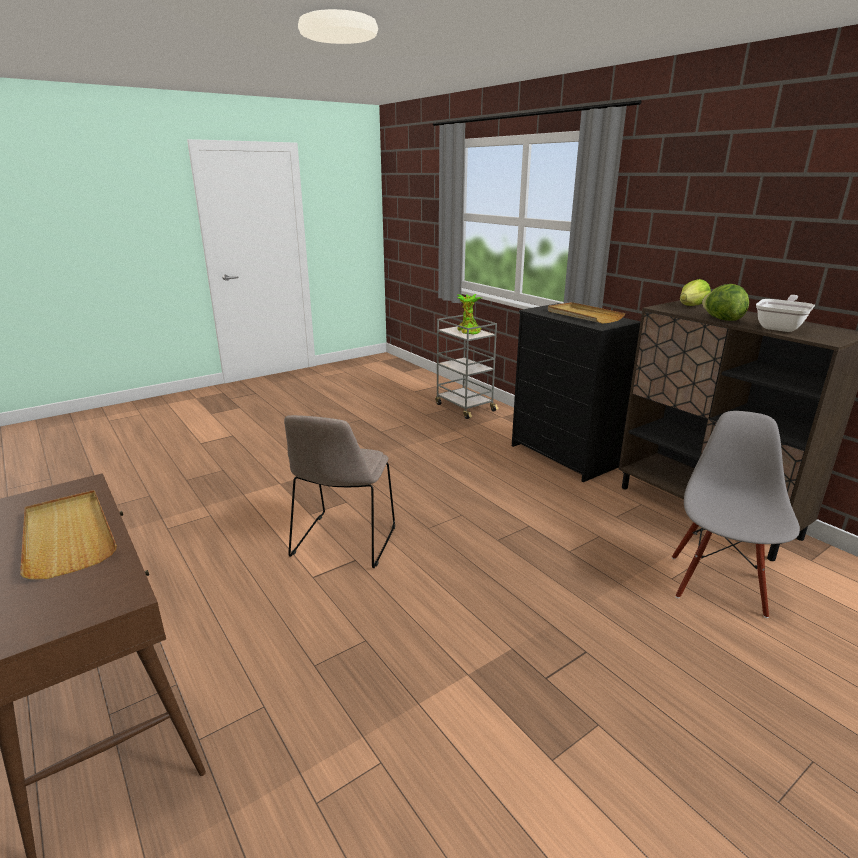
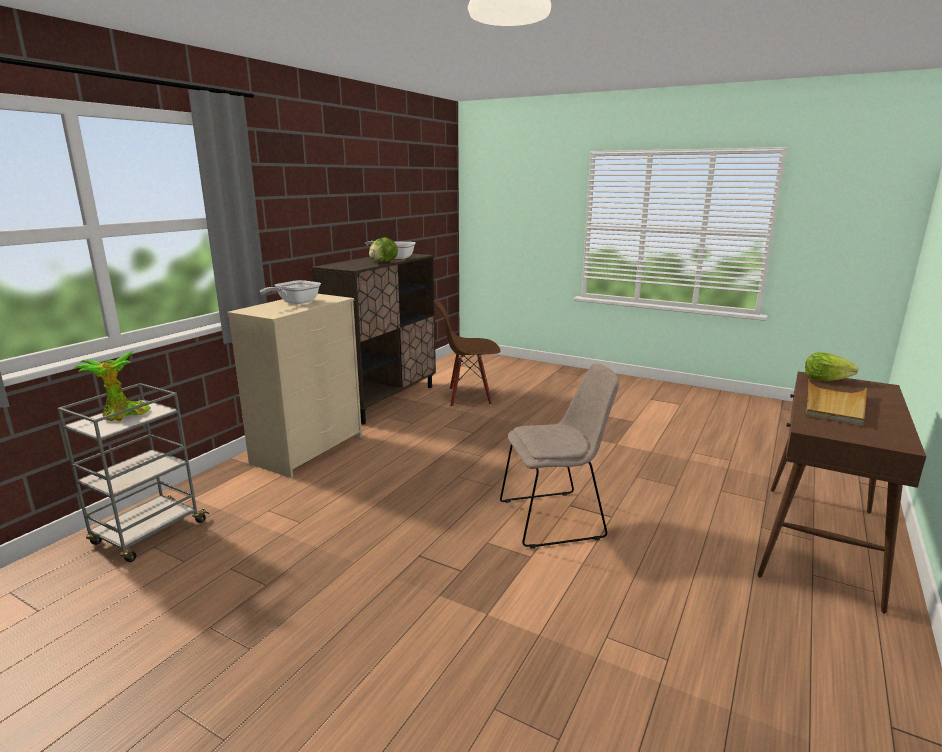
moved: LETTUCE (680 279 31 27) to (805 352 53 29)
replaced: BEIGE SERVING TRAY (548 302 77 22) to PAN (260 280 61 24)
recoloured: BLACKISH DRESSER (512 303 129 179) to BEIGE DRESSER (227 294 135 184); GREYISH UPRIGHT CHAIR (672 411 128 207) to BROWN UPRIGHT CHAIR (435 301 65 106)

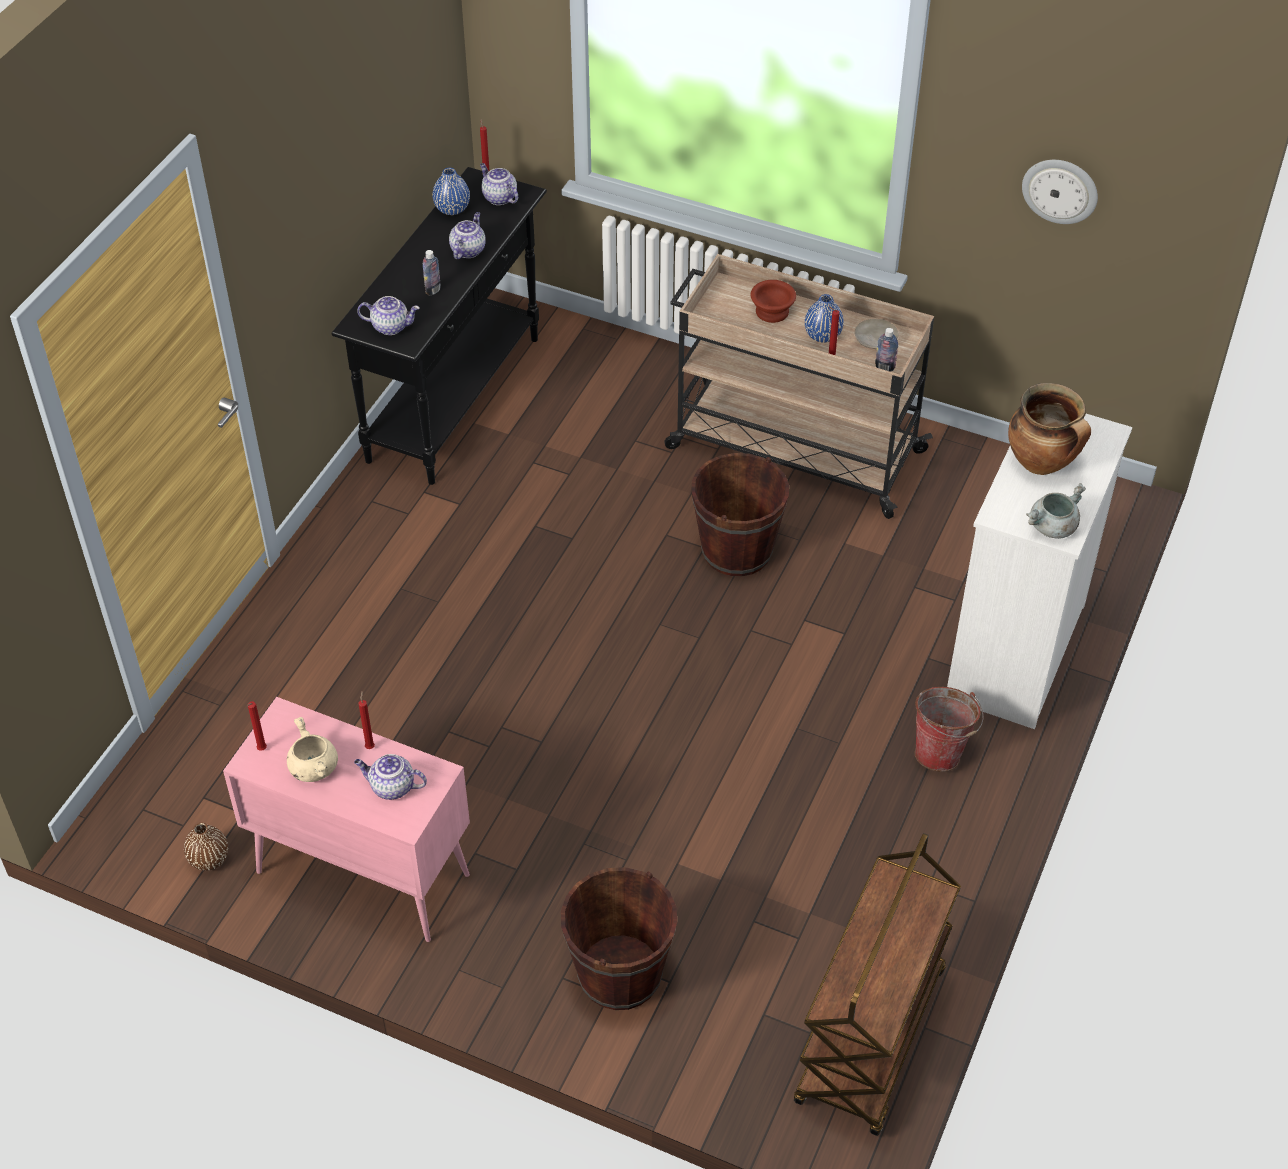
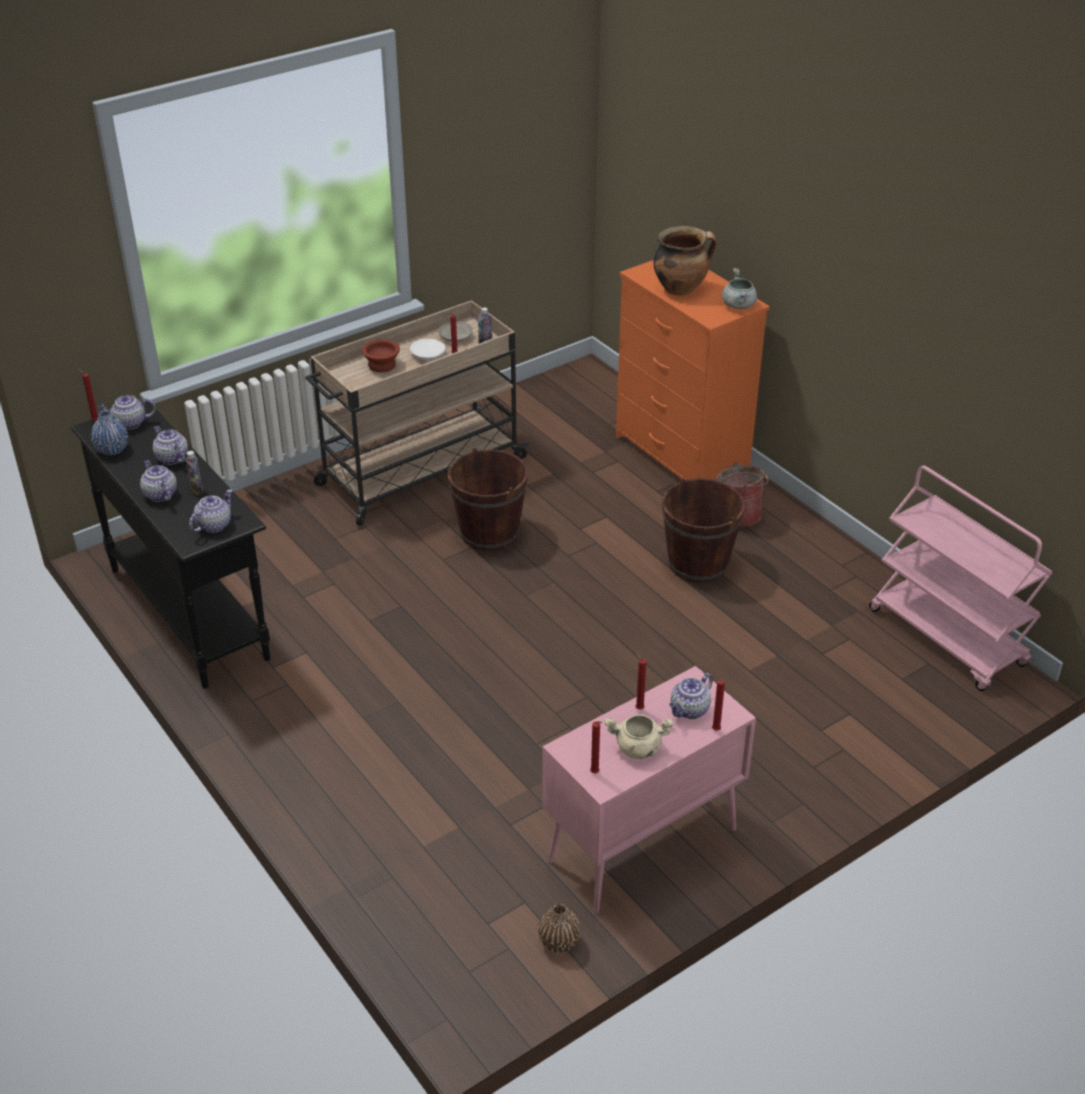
removed: CLOCK ON THE WALL (1022 160 76 64)
added: TEAPOT (140 460 37 42); RED WAX LIGHT (712 679 13 52)
moved: BROWN PAIL (561 867 116 143) to (662 478 83 105)
replaced: BLUE VASE (805 294 39 49) to WHITE-COLOURED DINNER PLATE (410 339 35 21)
recoloured: WHITE-COLOURED DRESSER (947 414 185 315) to ORANGE DRESSER (616 260 154 220); BROWN WHEELED CART (794 833 167 303) to PINK-COLOURED WHEELED CART (869 465 184 226)

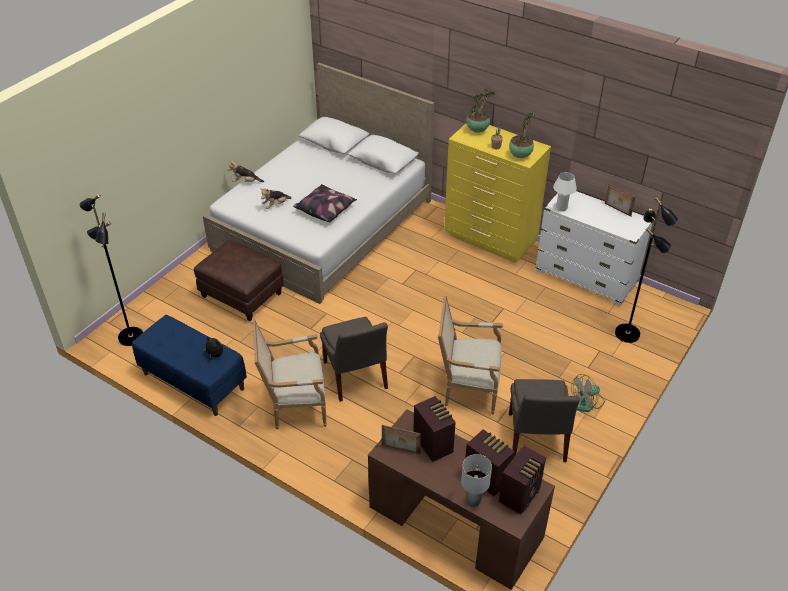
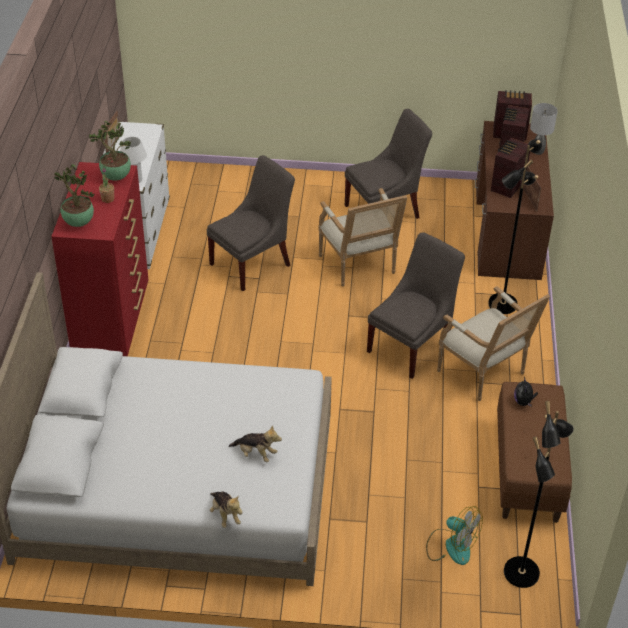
removed: PILLOW (293 184 64 39); BROWN OTTOMAN (194 240 90 81)
added: GREYISH UPRIGHT CHAIR (207 155 88 136)
moved: BLACKISH STANDING LAMP (615 197 63 146) to (488 139 54 175); ELECTRIC FAN (571 374 33 38) to (426 506 57 59)
recoloured: YELLOWISH DRESSER (444 123 107 139) to RED DRESSER (51 162 97 194); BLUE INDOOR BENCH (132 315 115 101) to BROWN INDOOR BENCH (497 382 75 141)

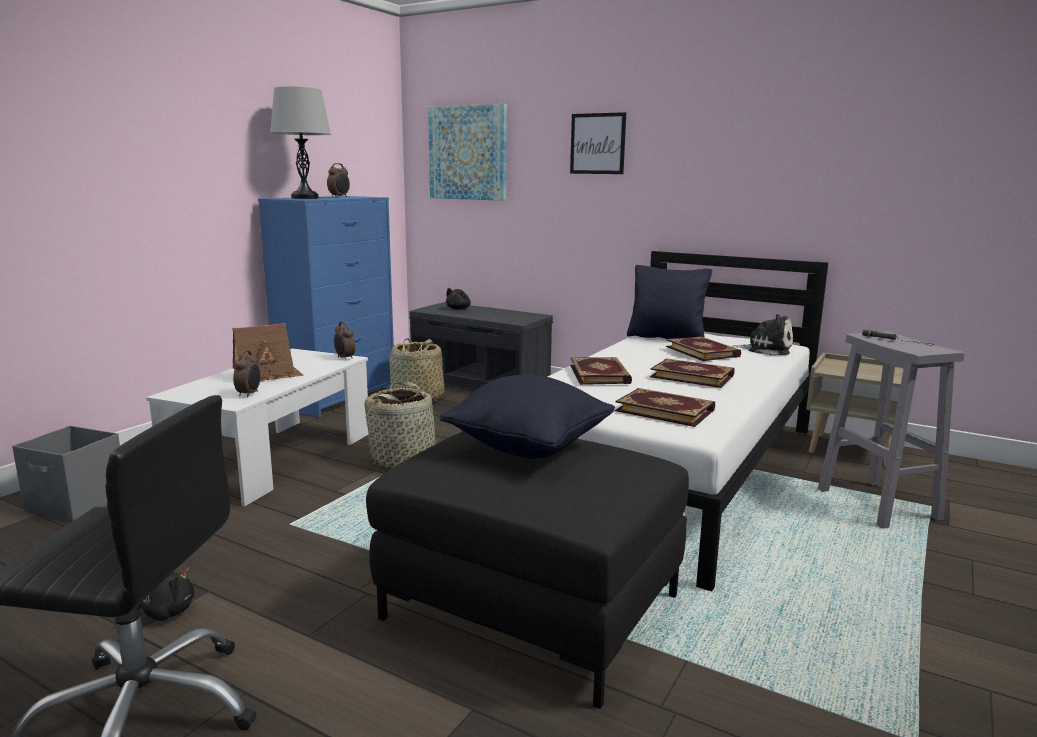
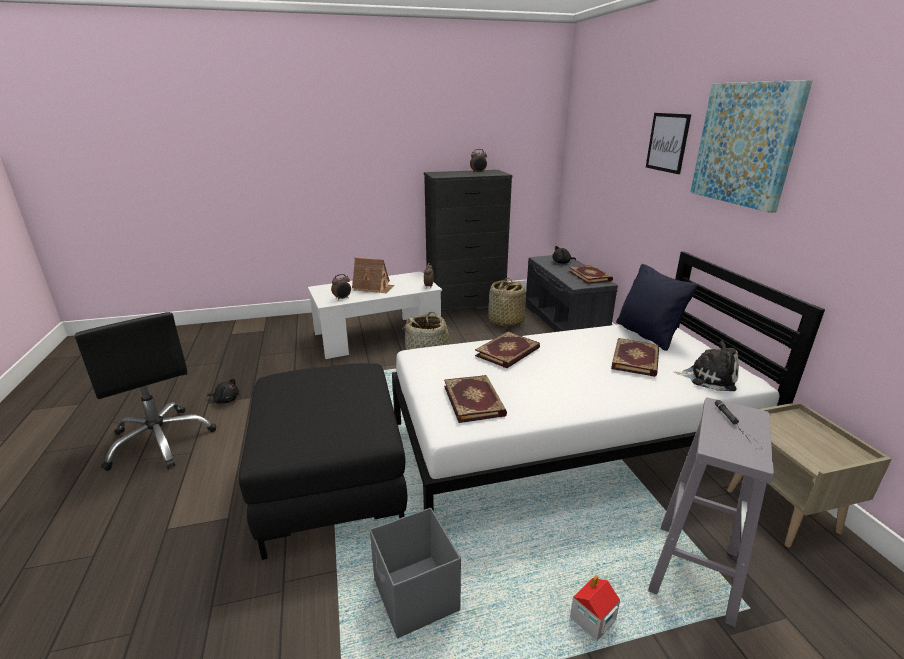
removed: GREYISH TABLETOP LAMP (270 86 61 113); BLACKISH PILLOW (439 375 176 84)
added: MODEL HOUSE (570 575 50 66)
moved: WALL ART (428 104 79 97) to (690 80 123 133); VOLUME (650 358 85 30) to (569 265 44 19); GREYISH STORAGE CONTAINER (12 426 108 96) to (370 507 91 131)
recoloured: BLUE DRESSER (258 196 136 222) to BLACKISH DRESSER (424 170 89 142)
turned: SOFT TOY (731 314 62 41) = (674 341 65 50) 45 degrees counterclockwise

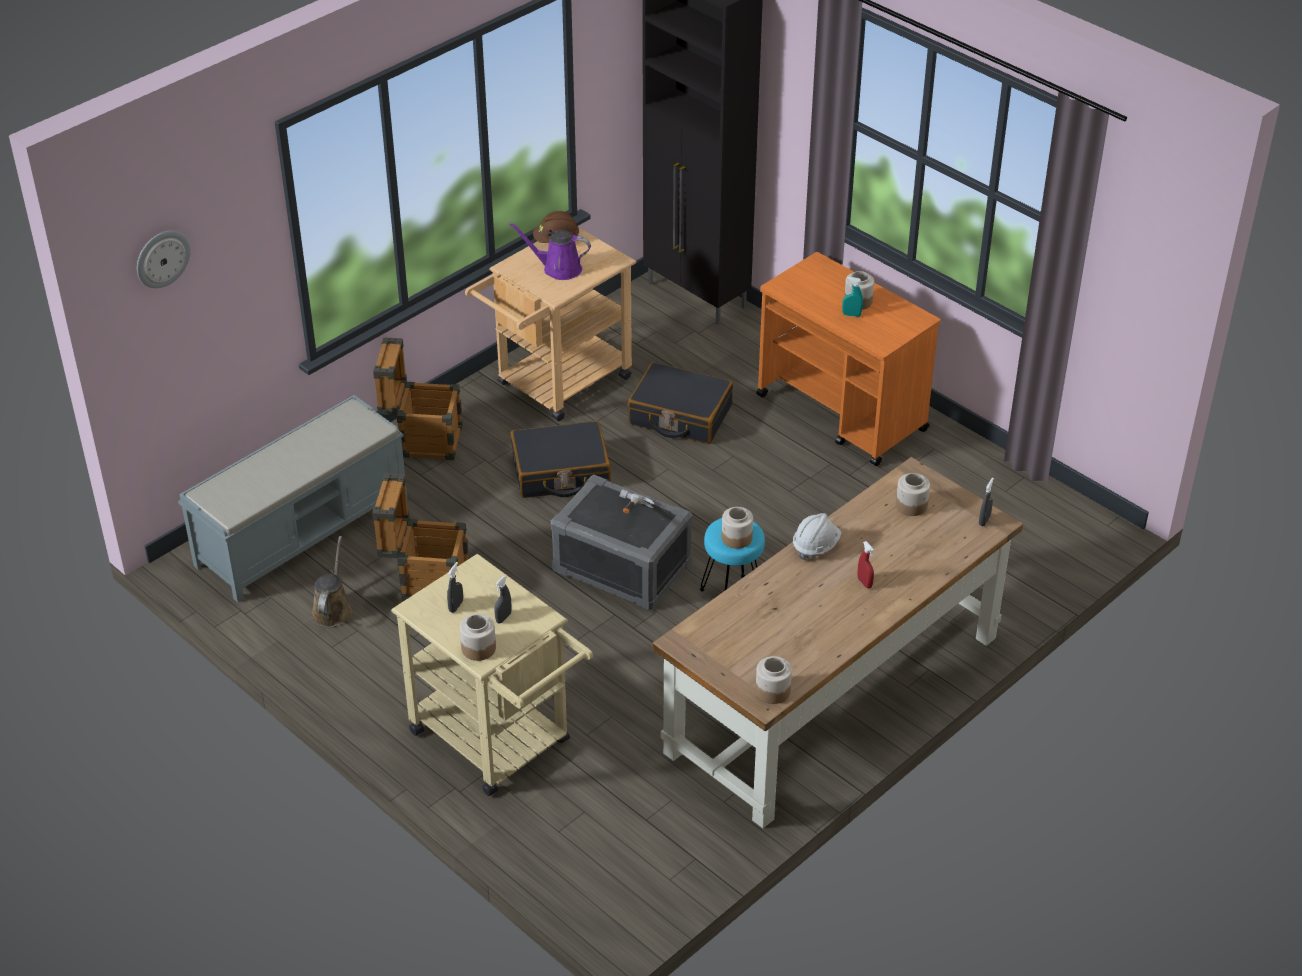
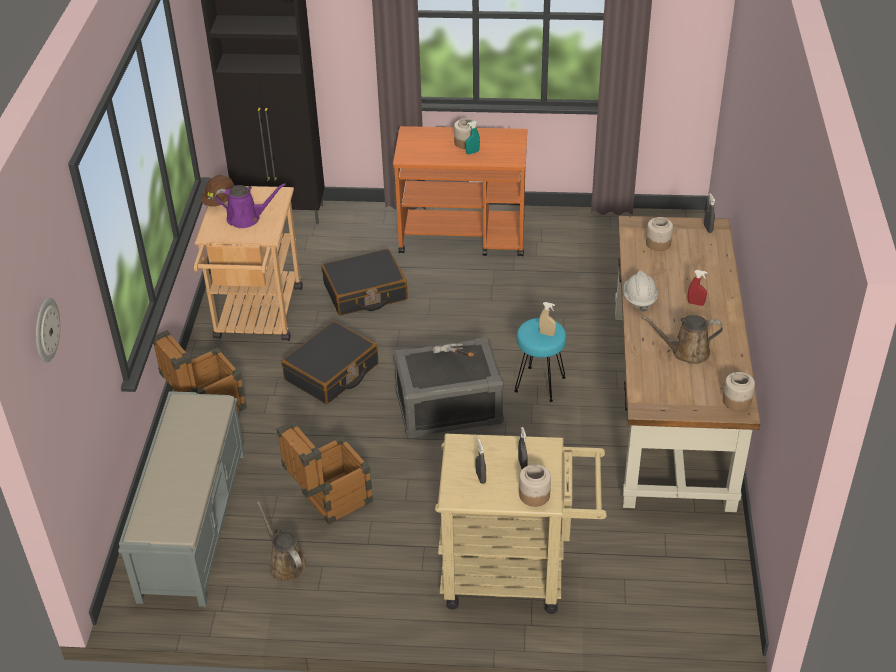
added: BROWN WATERING CAN (642 315 81 49)
replaced: STORAGE JAR (722 507 31 42) to BEIGE SPRAYER (539 302 17 34)
turned: PURPLE-COLOURED WATERING CAN (509 222 82 58) = (215 183 71 45) 150 degrees counterclockwise

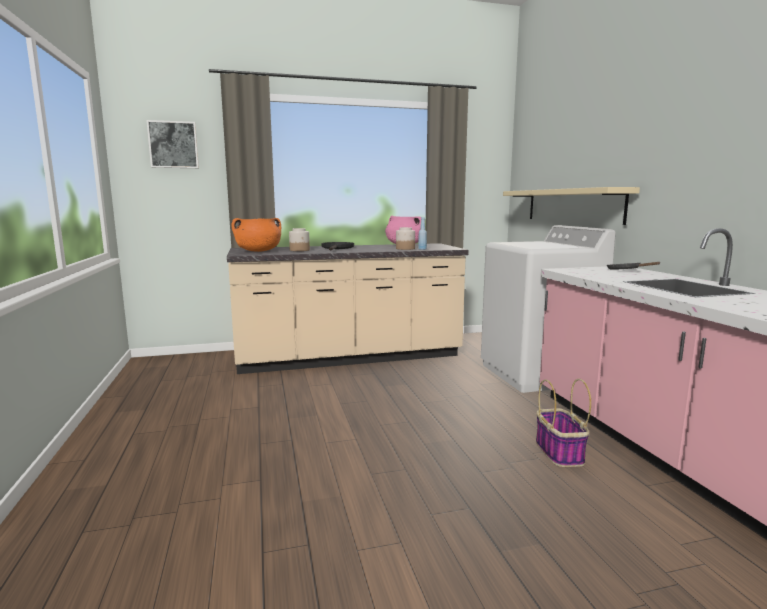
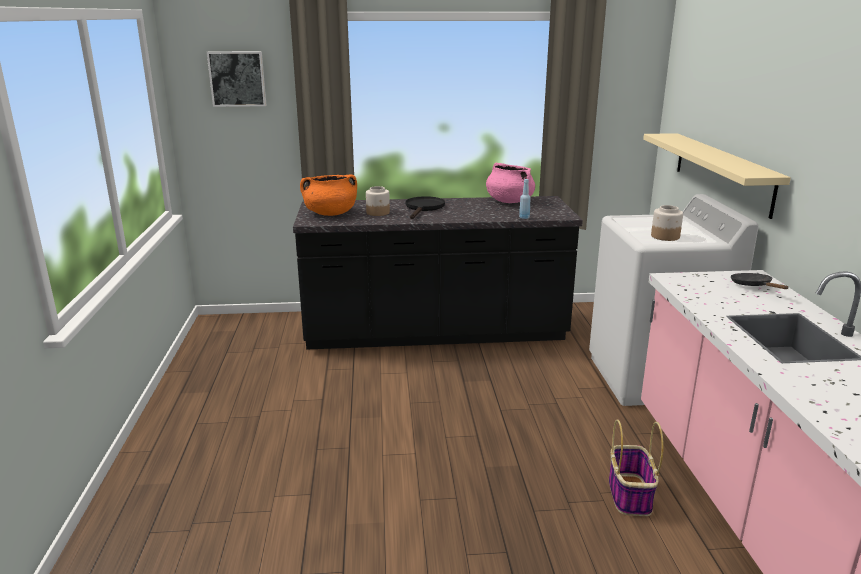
moved: STORAGE JAR (396 227 19 23) to (651 205 32 36)
recoloured: BEIGE KITCHEN BASE UNIT (227 243 242 131) to BLACKISH KITCHEN BASE UNIT (293 196 290 154)

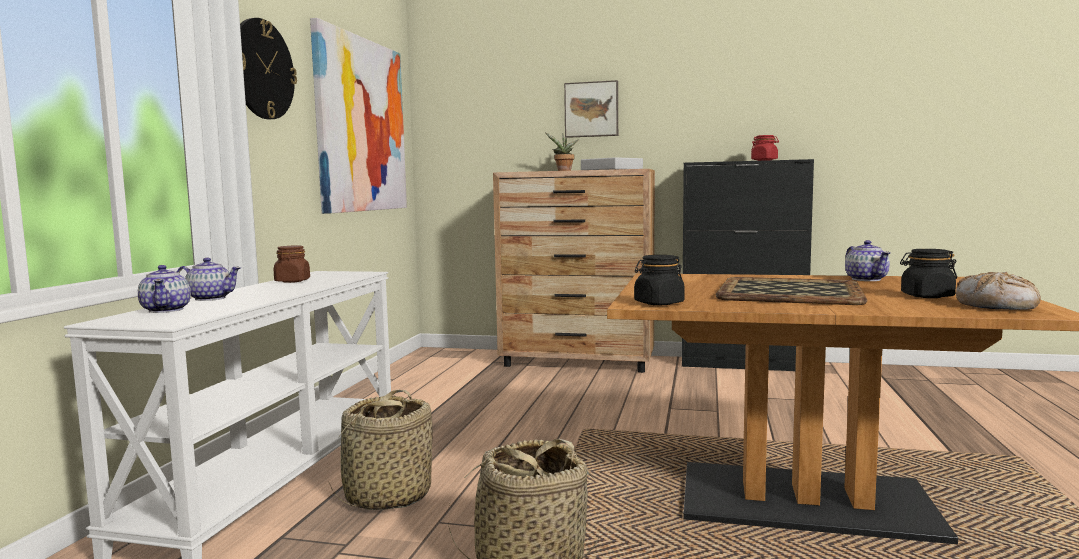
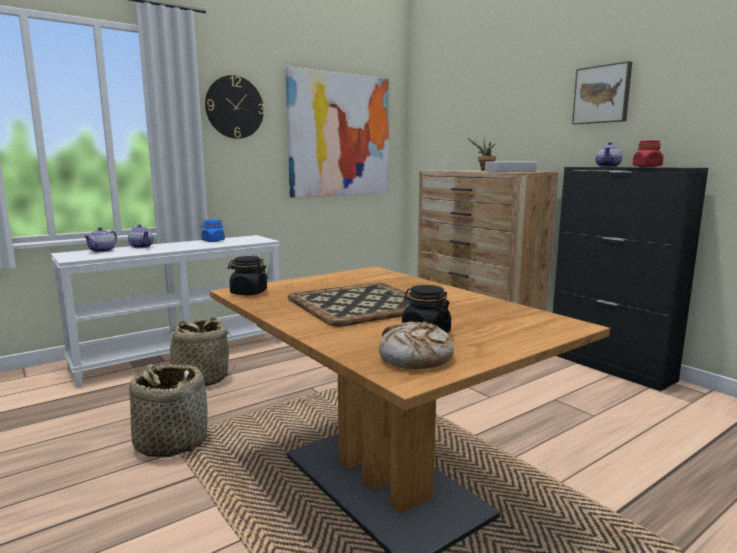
moved: WALL ART (564 80 54 58) to (572 61 60 63); TEAPOT (845 240 45 41) to (595 142 27 25)
recoloured: BROWN STORAGE JAR (274 246 36 37) to BLUE STORAGE JAR (201 219 24 23)

